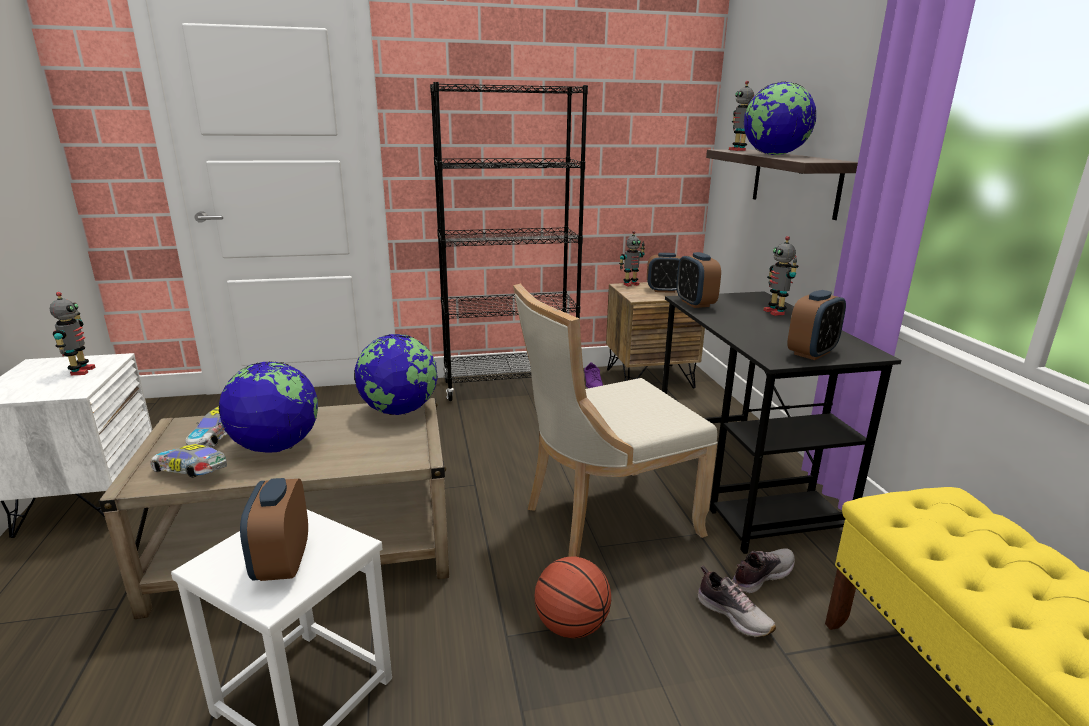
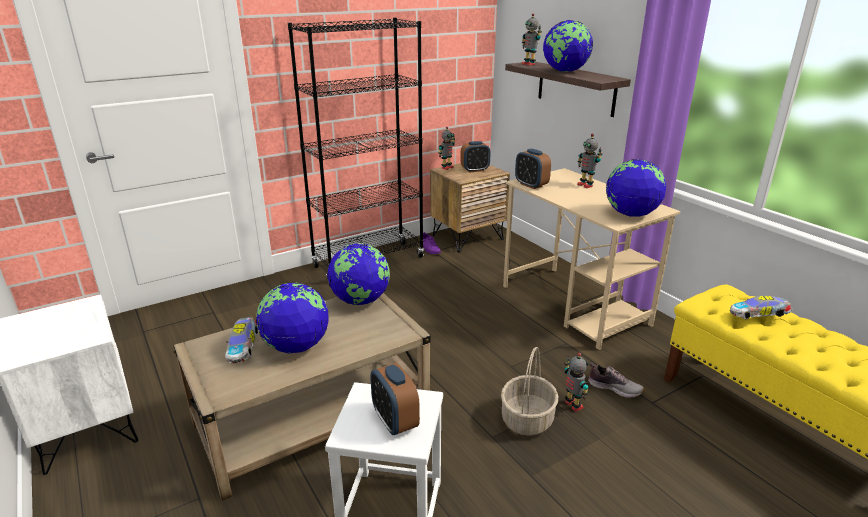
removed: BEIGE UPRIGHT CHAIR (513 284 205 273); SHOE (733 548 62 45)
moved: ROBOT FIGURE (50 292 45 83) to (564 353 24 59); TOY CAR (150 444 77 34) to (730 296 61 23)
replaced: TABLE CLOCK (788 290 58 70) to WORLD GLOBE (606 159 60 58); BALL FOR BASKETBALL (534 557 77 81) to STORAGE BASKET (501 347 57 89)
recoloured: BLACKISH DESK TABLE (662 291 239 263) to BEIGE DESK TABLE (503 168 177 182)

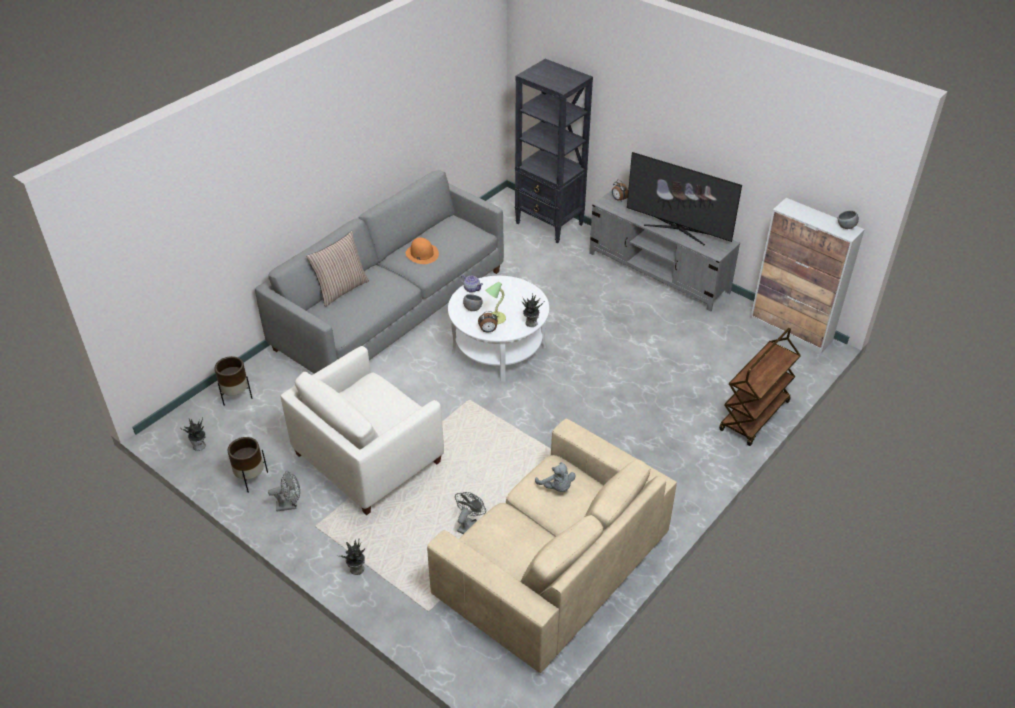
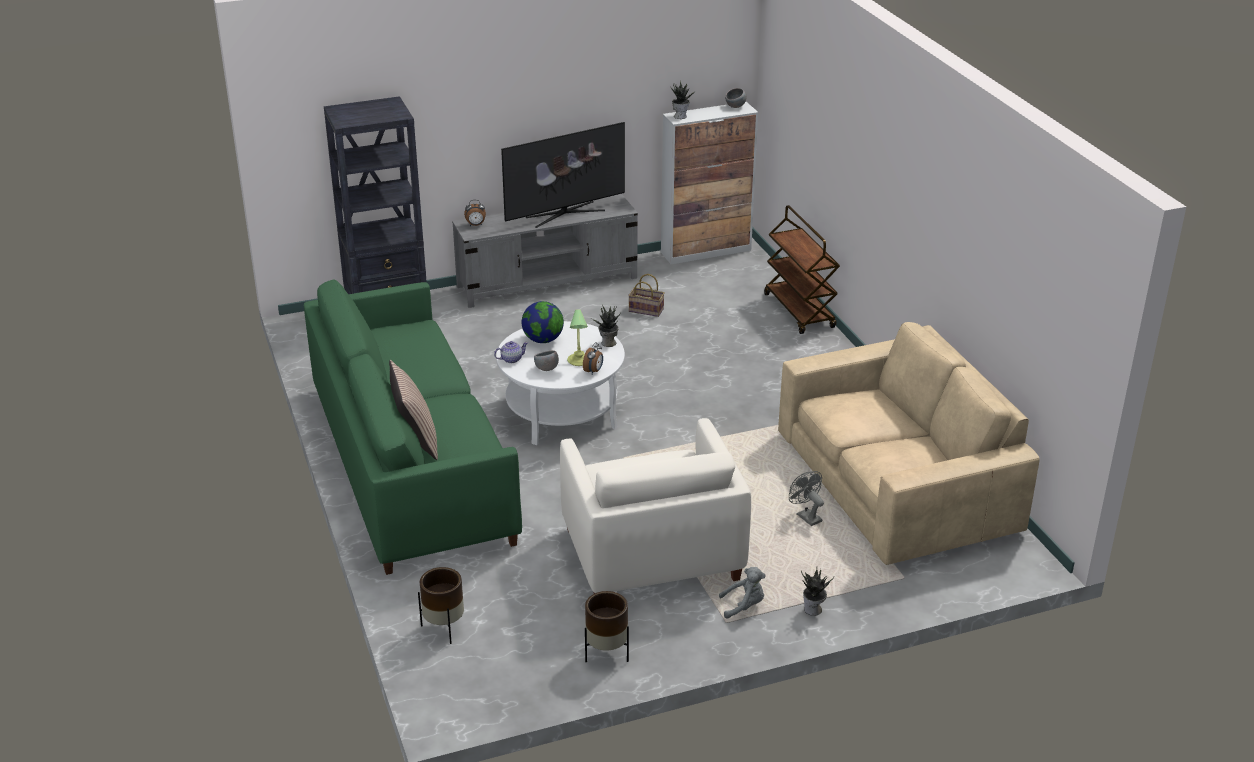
removed: ORANGE CLOTHING HAT (405 237 34 27); GREYISH ELECTRIC FAN (268 471 32 40)
added: STORAGE BASKET (628 274 37 43); WORLD GLOBE (522 301 42 42)
moved: HOUSEPLANT (180 417 26 34) to (670 80 27 39); GREYISH SOFT TOY (535 462 40 30) to (719 567 46 51)
recoloured: GREYISH COUCH (255 170 249 204) to GREEN COUCH (304 280 218 295)

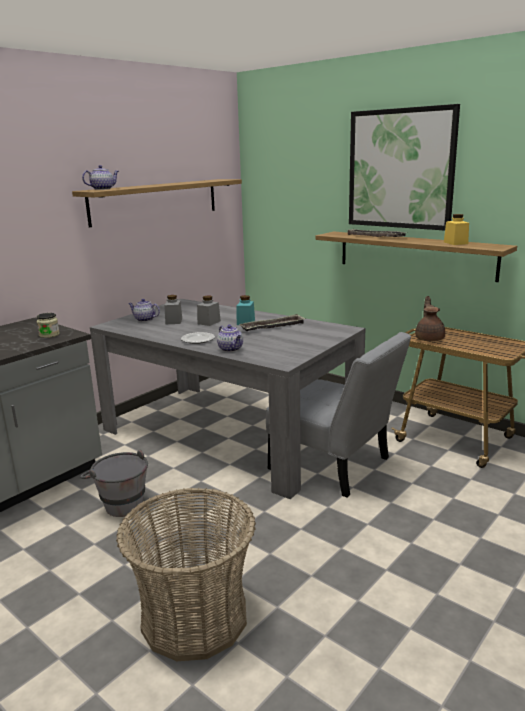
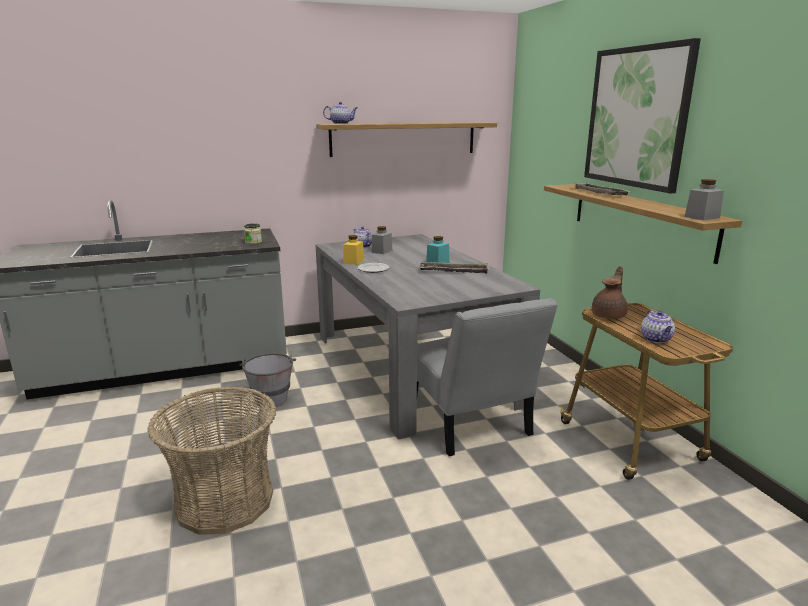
moved: YELLOWISH STORAGE JAR (444 214 25 31) to (343 235 21 30); GREYISH STORAGE JAR (197 296 24 30) to (685 179 39 41); TEAPOT (217 325 26 27) to (641 309 34 34)

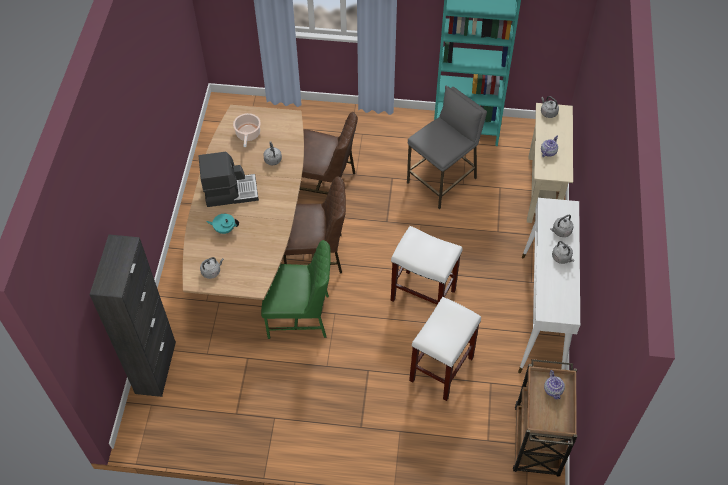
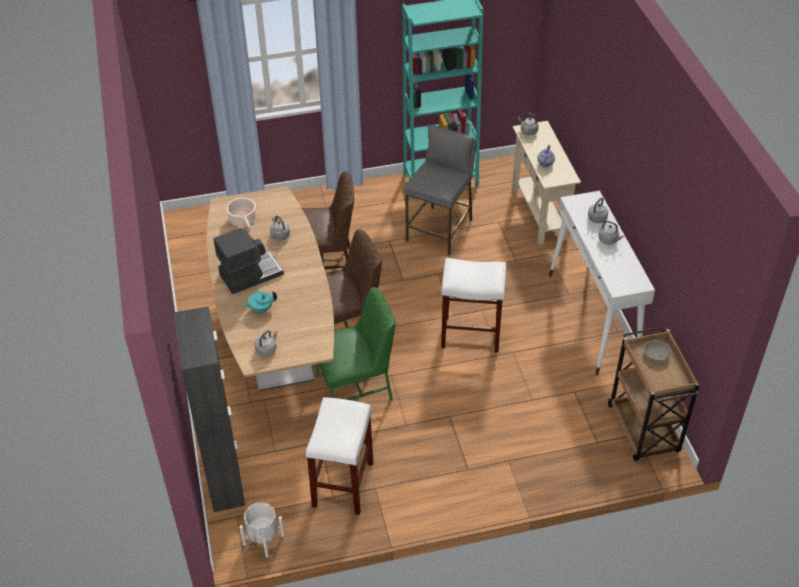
added: WHITE-COLOURED PLANTER (239 502 46 56)
moved: WHITE-COLOURED SITTING STOOL (409 297 72 104) to (306 397 67 118)
replaced: TEAPOT (544 370 21 29) to GREYISH BOWL (643 340 28 22)

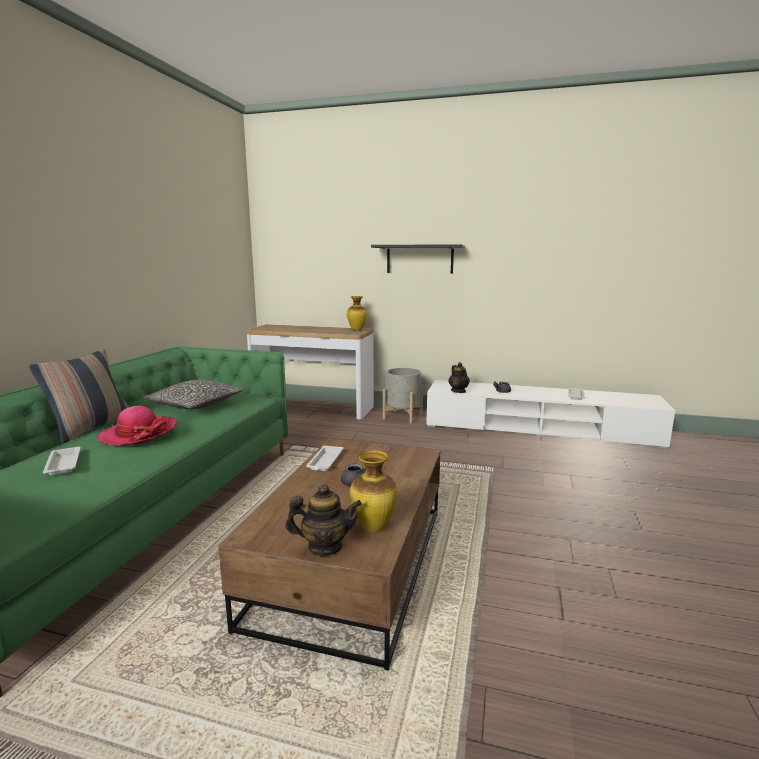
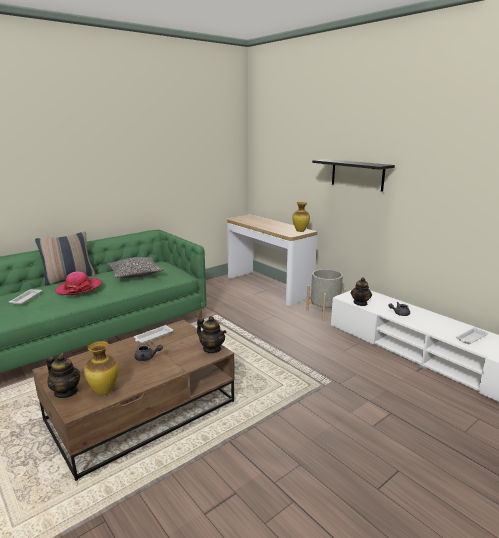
added: TEAPOT (197 316 30 37)

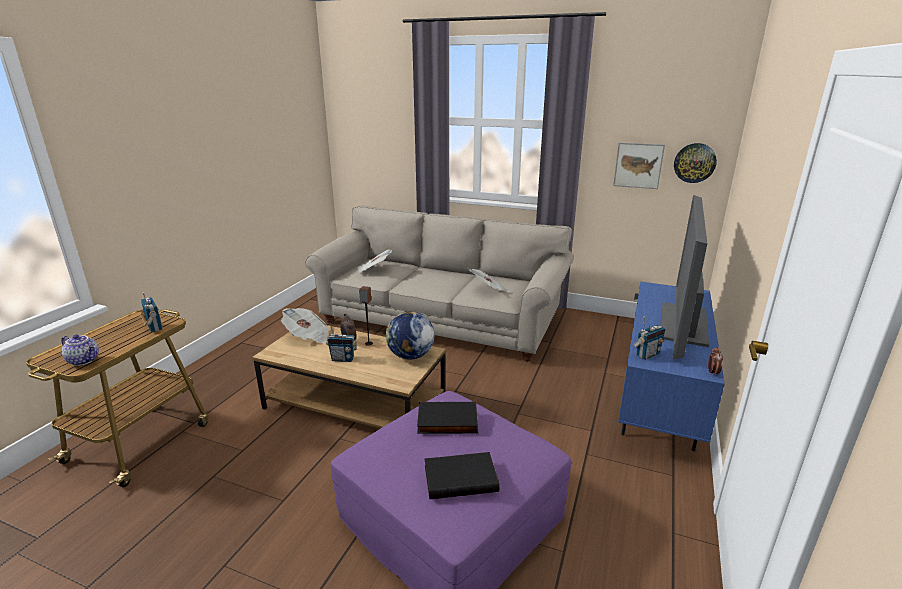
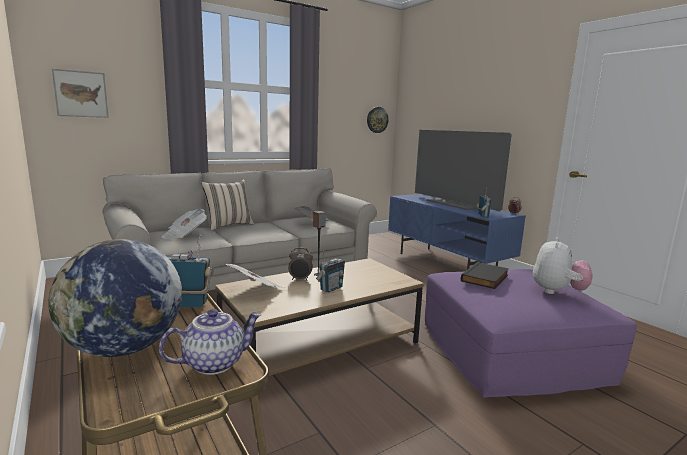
added: BEIGE PILLOW (201 179 53 52)
moved: WALL ART (613 142 52 47) to (52 69 57 49); WORLD GLOBE (386 311 48 49) to (48 239 134 118)
replaced: BLACKISH VOLUME (425 452 75 47) to SOFT TOY (533 237 60 57)

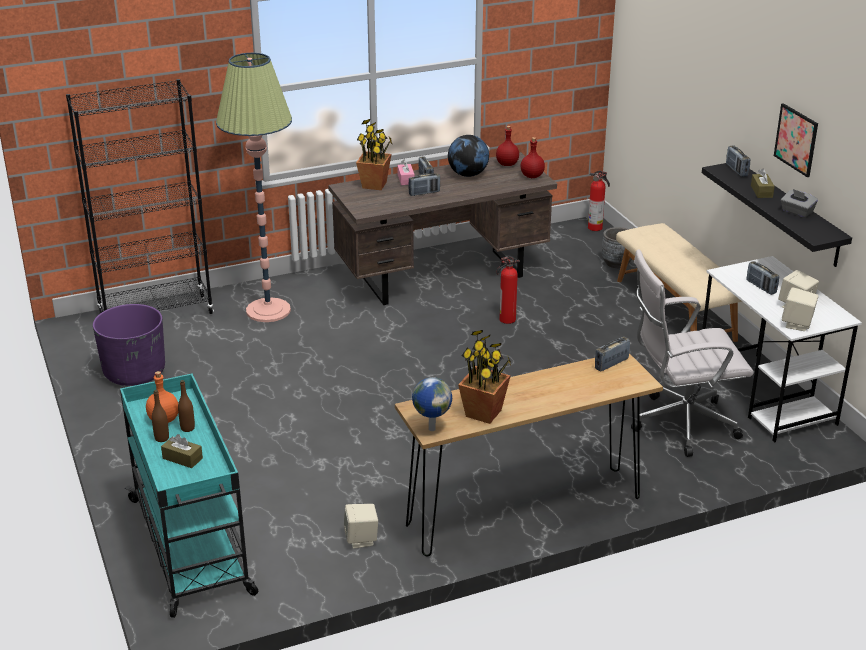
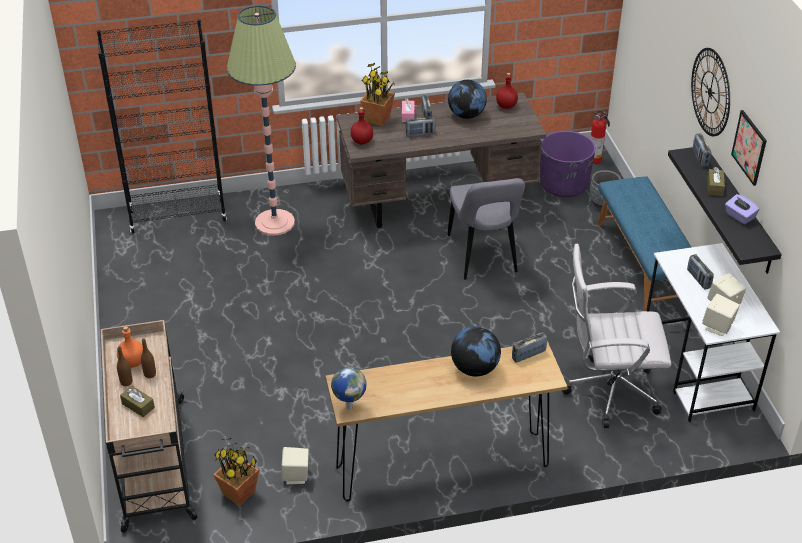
added: CLOCK ON THE WALL (691 48 39 88); WORLD GLOBE (451 326 50 50)
moved: RED BOTTLE (521 137 24 41) to (350 107 23 37); PURPLE-COLOURED PLANTER (93 304 72 82) to (540 131 55 66); HOUSEPLANT (458 330 53 94) to (213 438 46 68)
replaced: FIRE-FIGHTING CYLINDER (496 257 24 67) to GREYISH UPRIGHT CHAIR (448 178 77 102)
recoloured: GREYISH TISSUE HOLDER (781 189 37 29) to PURPLE-COLOURED TISSUE HOLDER (725 194 35 30); BEIGE INDOOR BENCH (616 223 126 119) to BLUE INDOOR BENCH (598 176 93 135); TURQUOISE-COLOURED WHEELED CART (120 373 138 245) to BEIGE WHEELED CART (101 320 96 213)

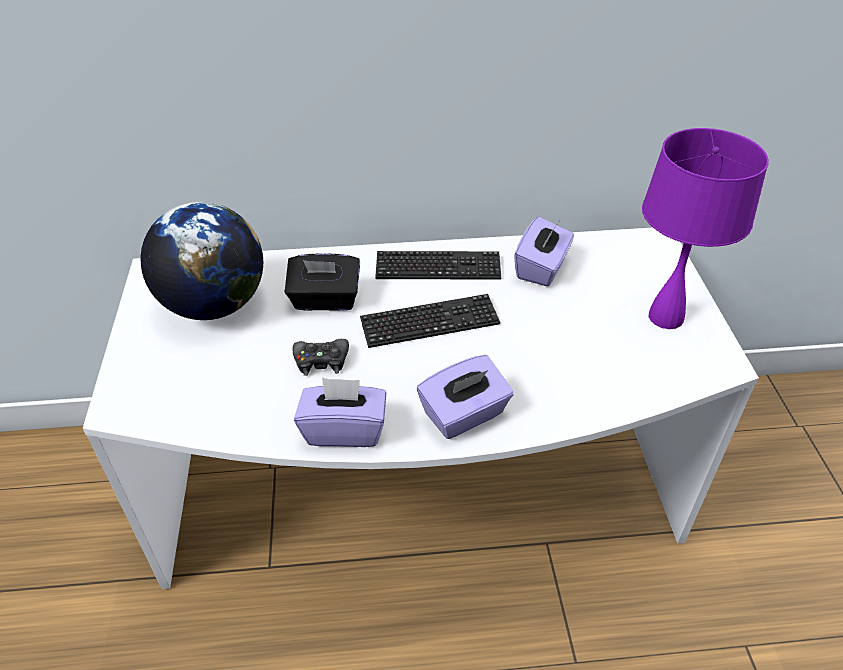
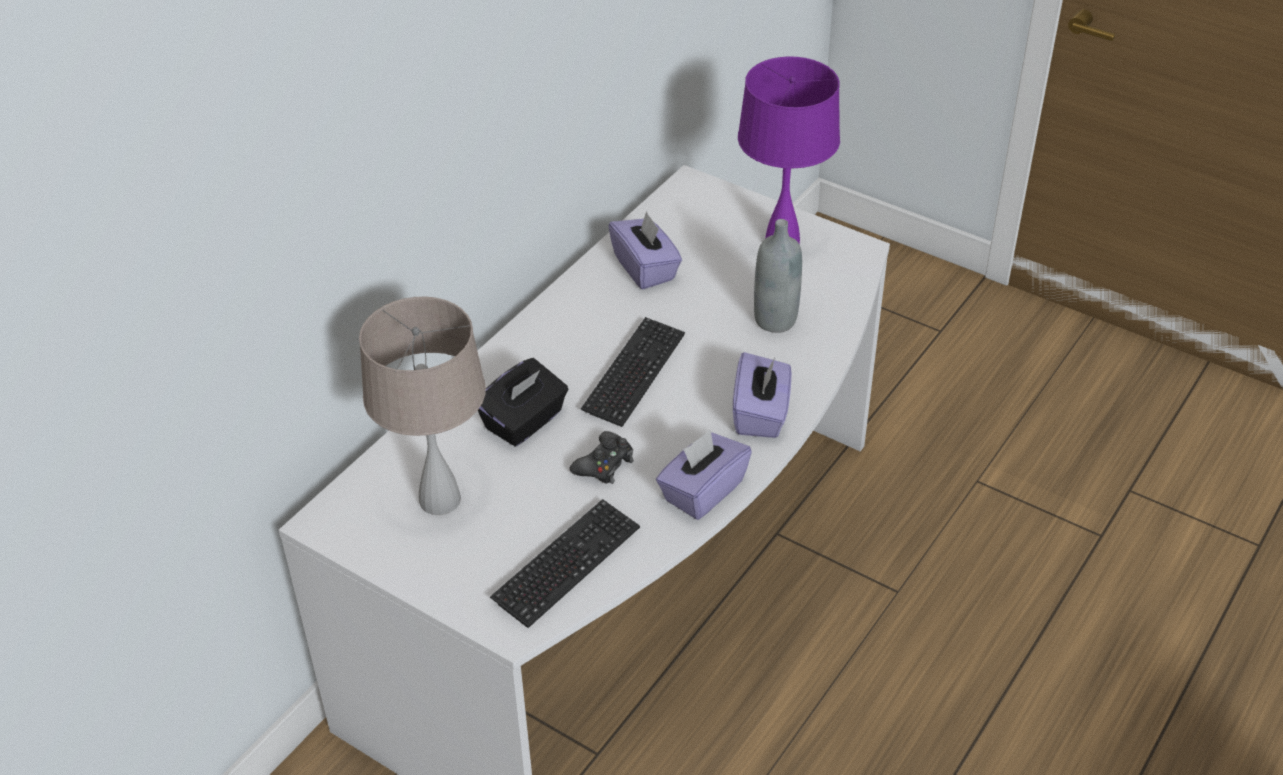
added: GREYISH BOTTLE (754 219 48 114)
moved: PC KEYBOARD (375 251 126 29) to (490 499 150 129)
replaced: WORLD GLOBE (141 202 122 118) to BEIGE TABLETOP LAMP (359 297 127 218)

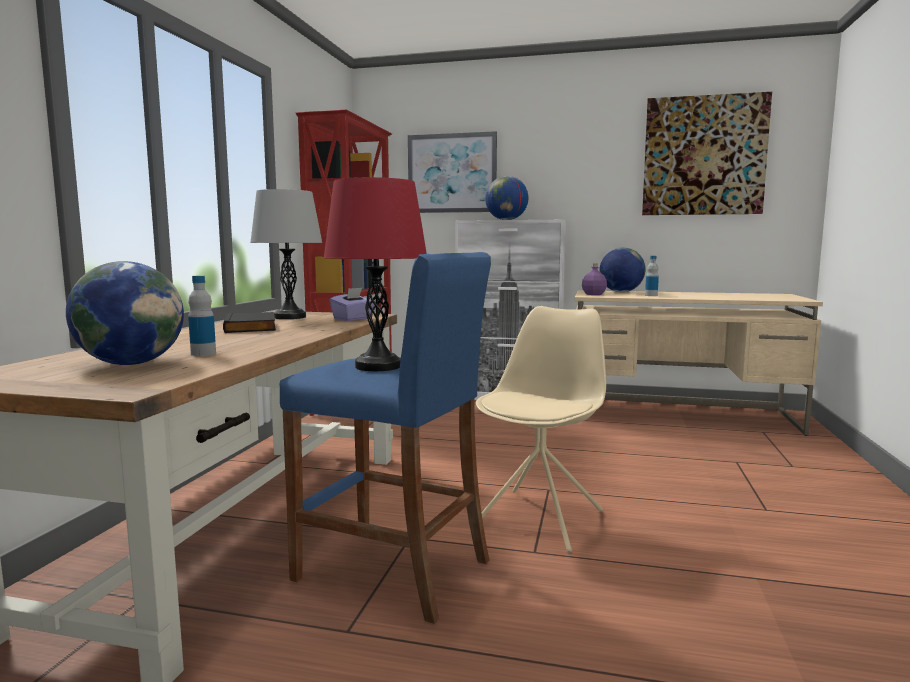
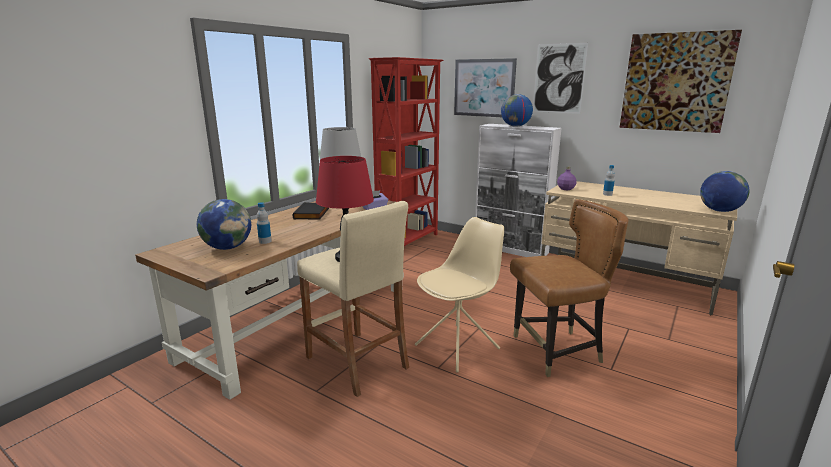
added: WALL ART (533 43 55 71); BROWN UPRIGHT CHAIR (510 199 118 178)
moved: WORLD GLOBE (599 248 46 44) to (700 171 50 41)
recoloured: BLUE SITTING STOOL (280 252 211 372) to BEIGE SITTING STOOL (297 201 112 196)

